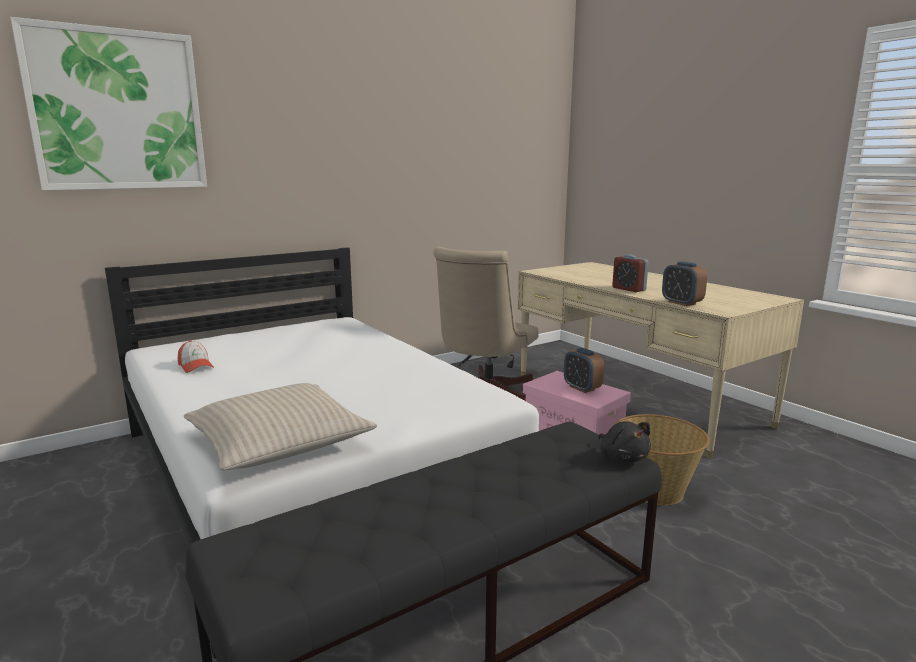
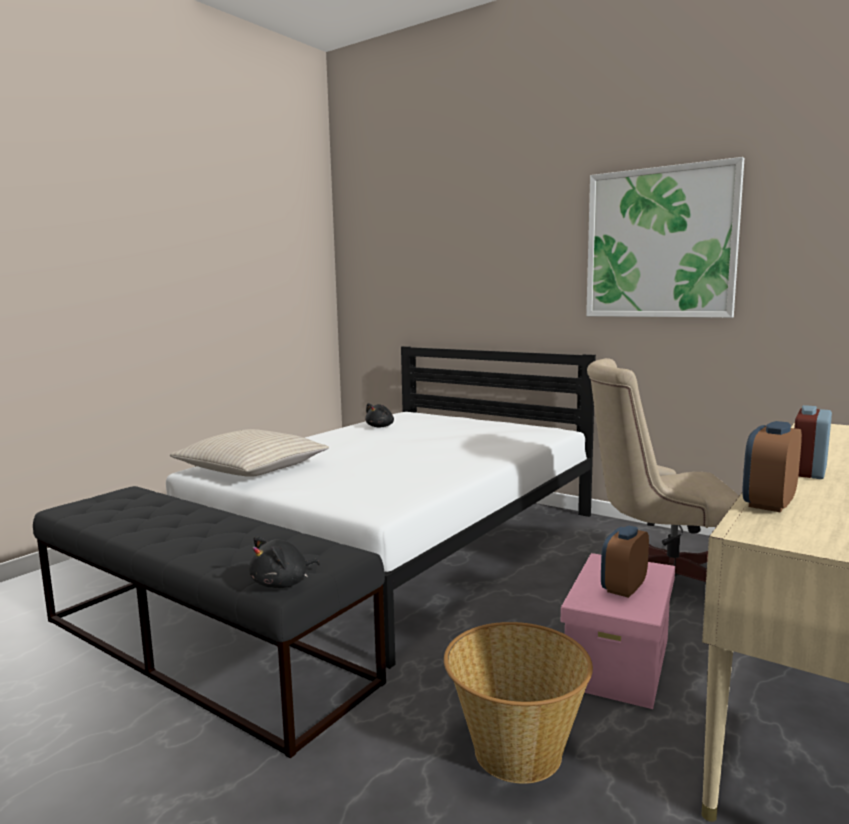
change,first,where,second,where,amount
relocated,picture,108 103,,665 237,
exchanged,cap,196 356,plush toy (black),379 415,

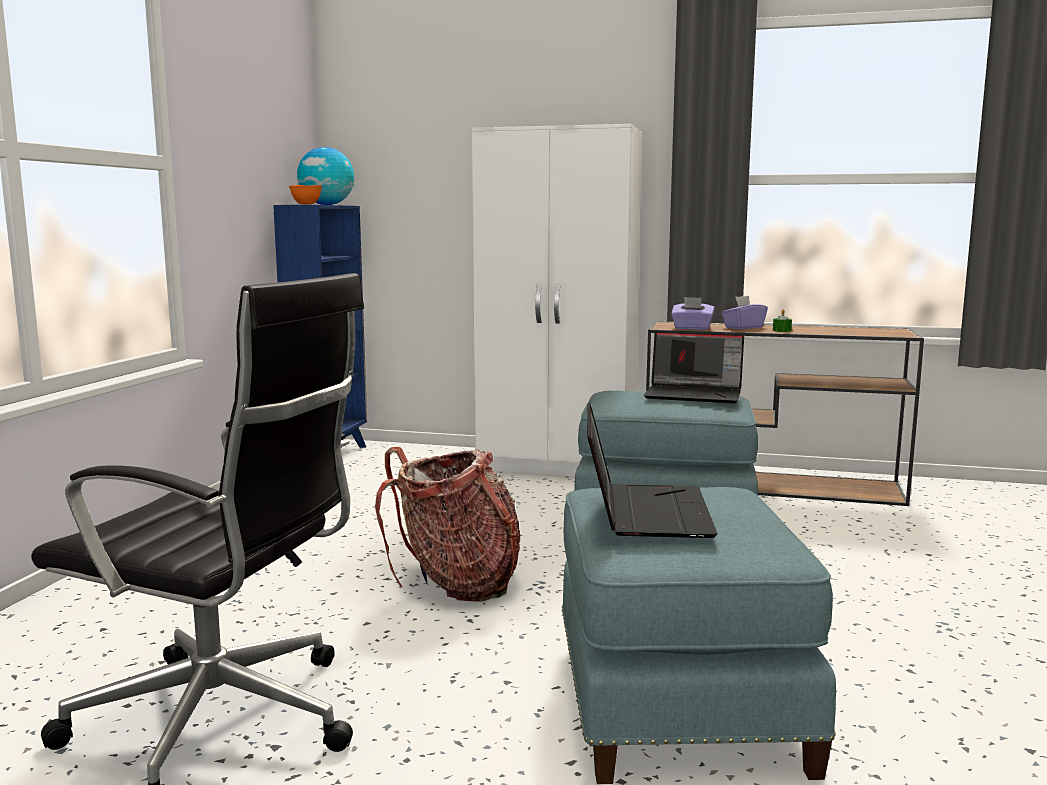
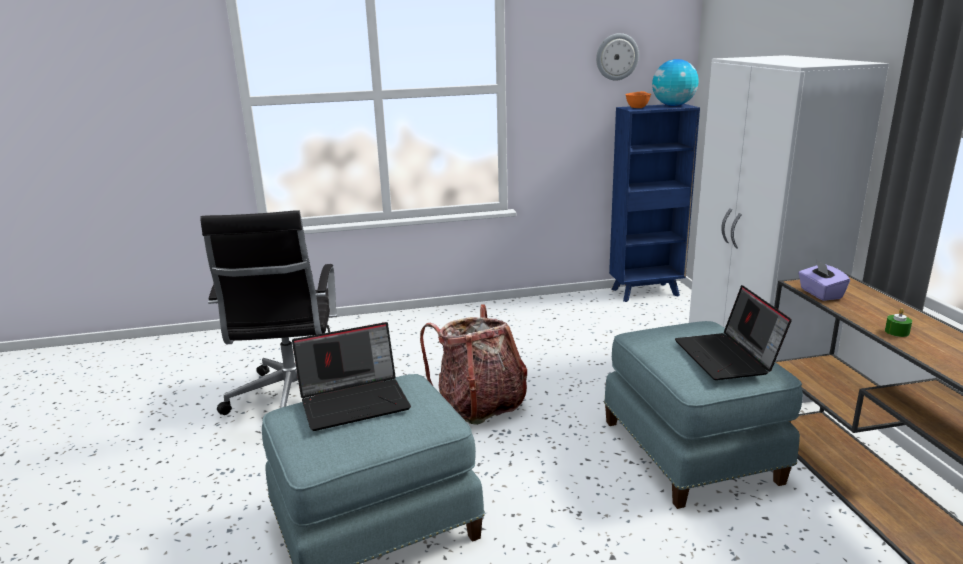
change,first,where,second,where,amount
missing,tissue box (purple),744 312,,,
appeared,,,wall clock,617 57,

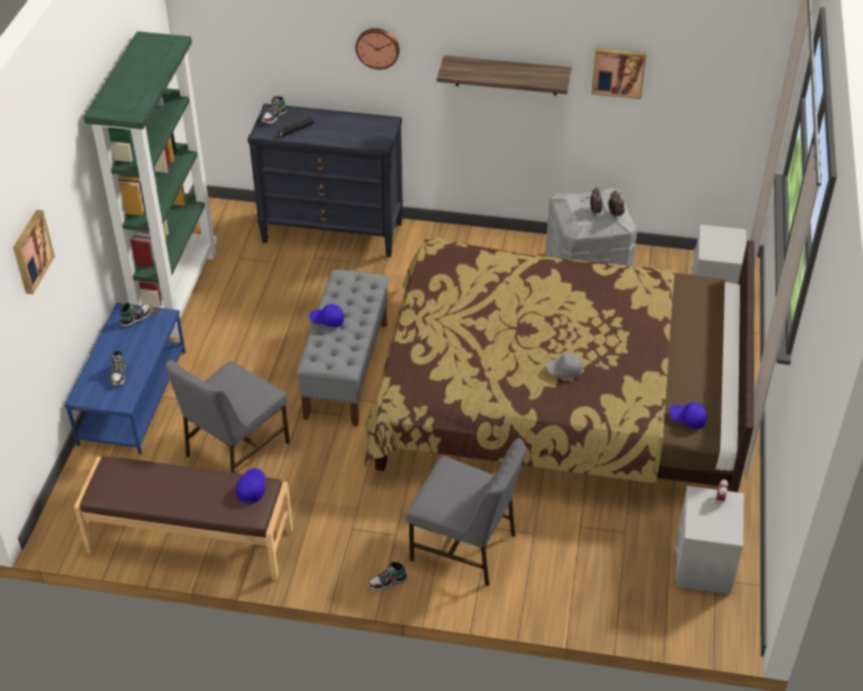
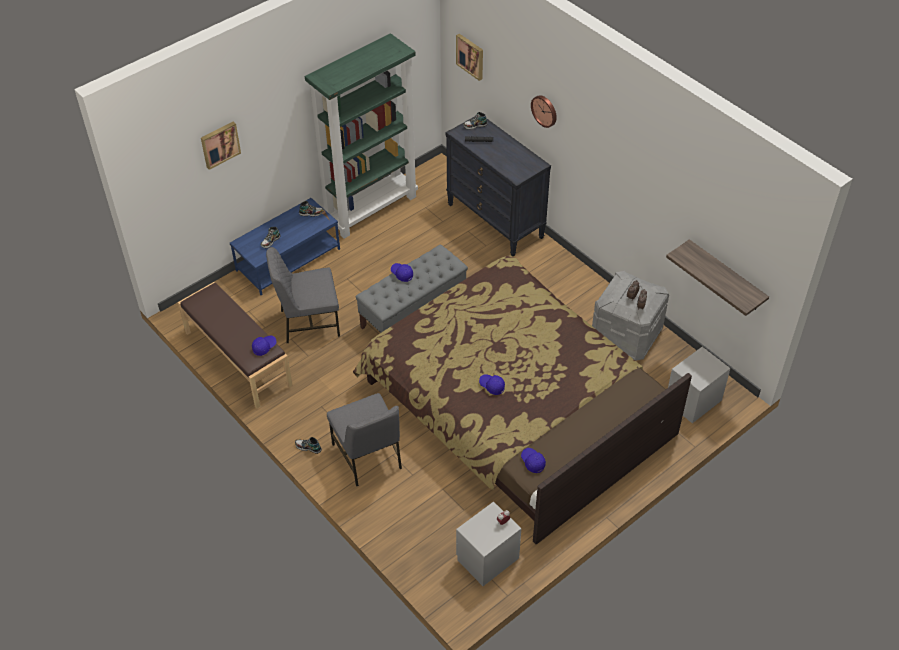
change,first,where,second,where,amount
relocated,picture,619 73,,469 57,
relocated,shelf,504 75,,717 277,
colour,cap (grey),564 365,cap (blue),492 385,

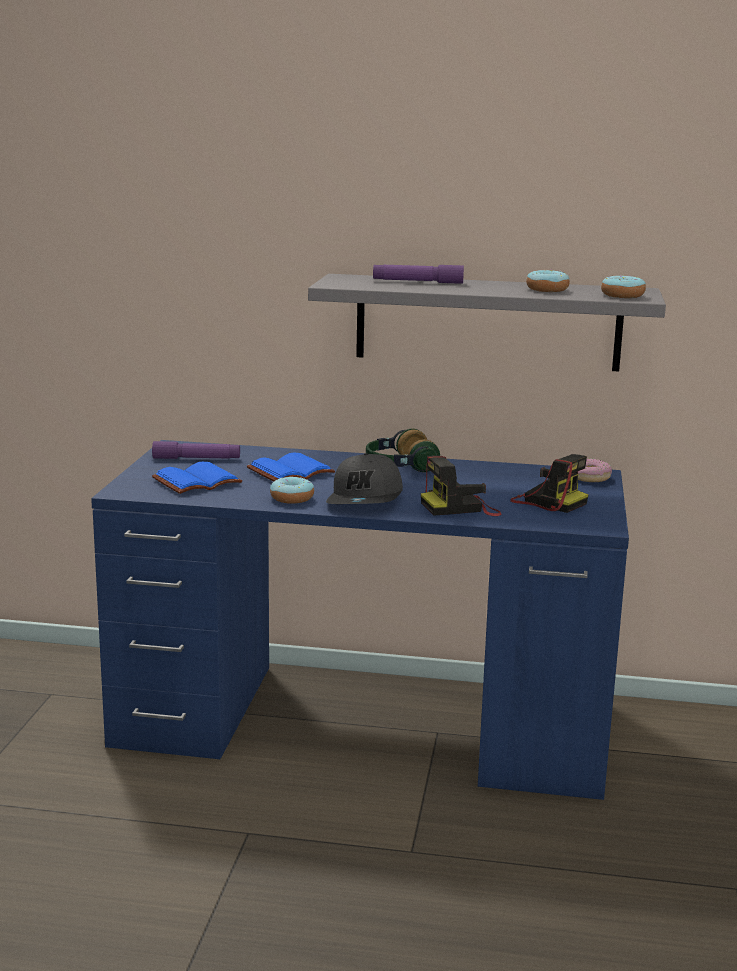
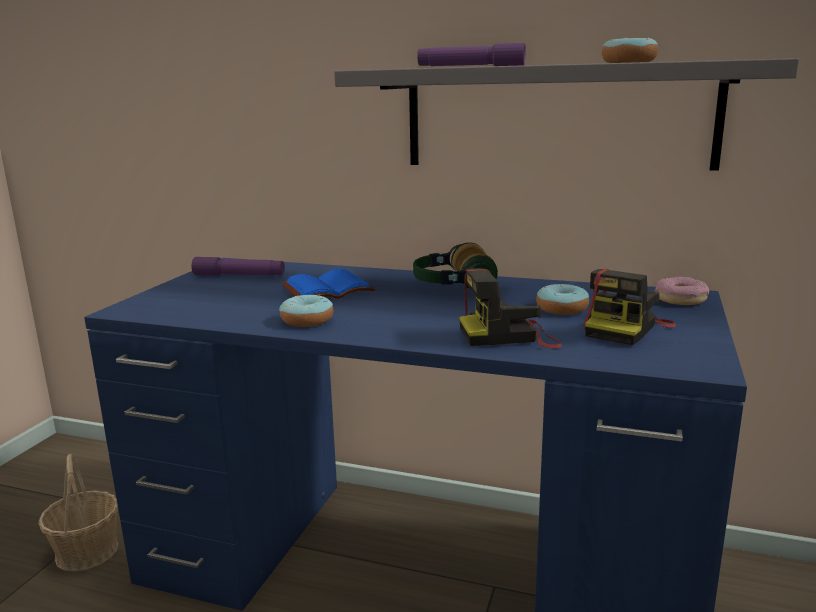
change,first,where,second,where,amount
relocated,donut,623 287,,562 299,
missing,cap (grey),364 478,,,
spun,photo camera,549 483,,629 307,75 degrees clockwise
missing,book (blue),197 478,,,
appeared,,,basket,78 512,

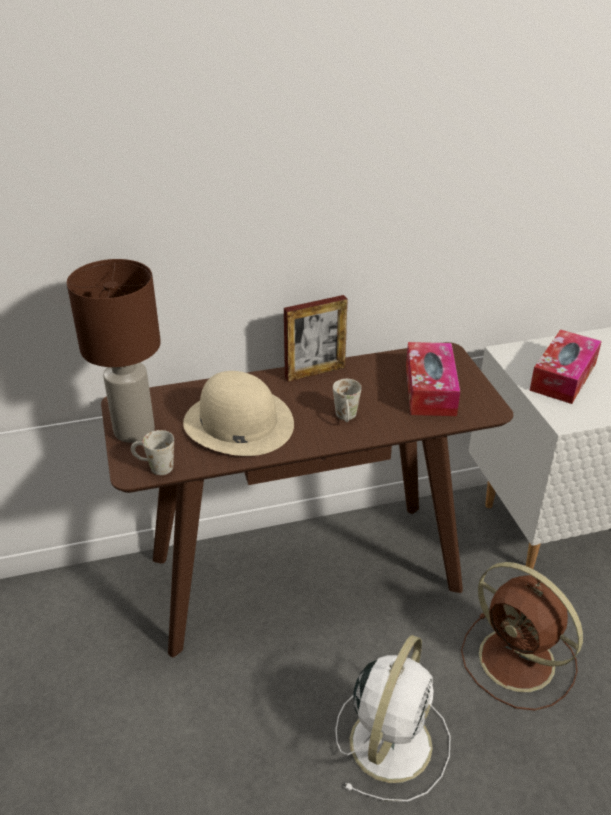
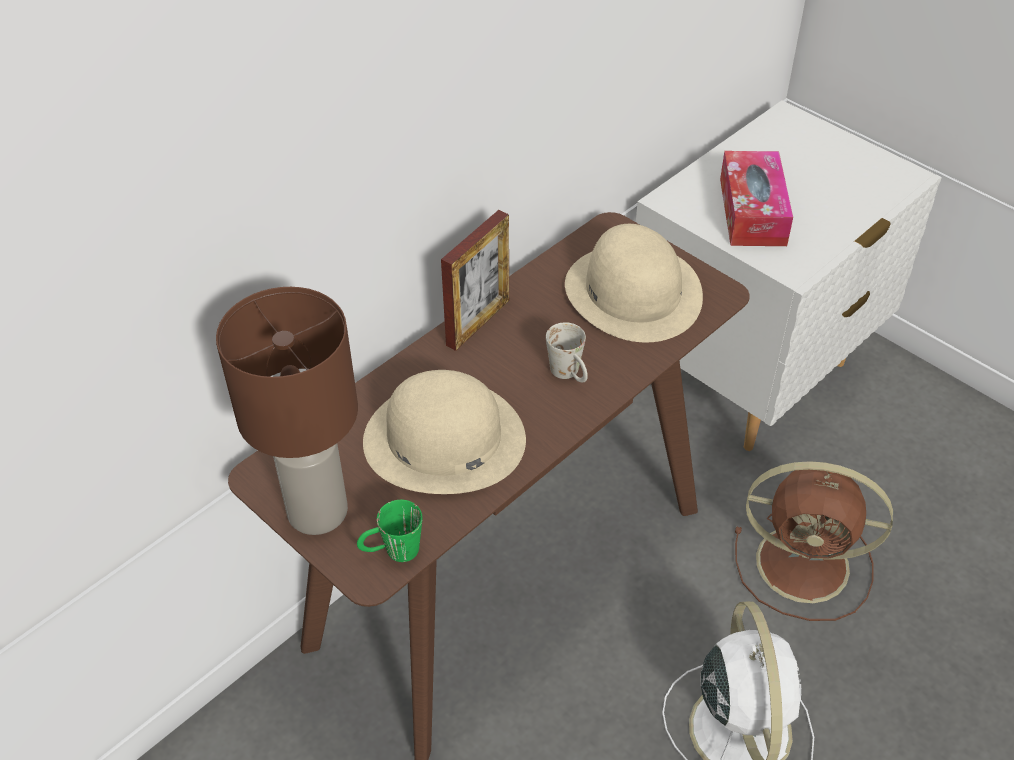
change,first,where,second,where,amount
exchanged,tissue box,433 379,hat (beige),634 283,
colour,mug (white),152 452,mug (green),389 531,

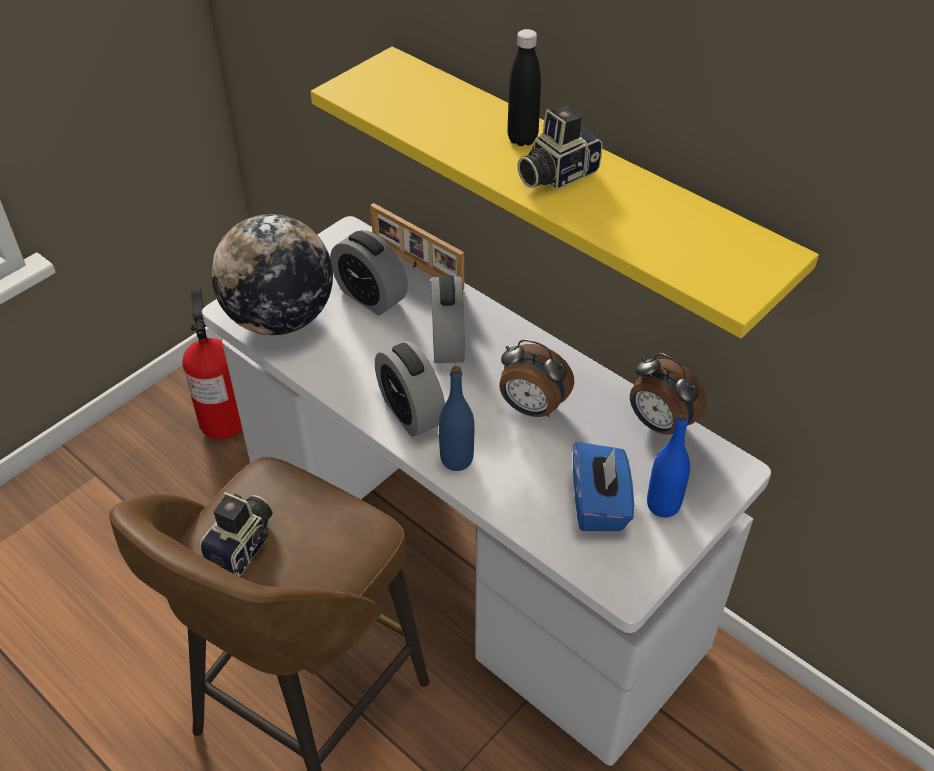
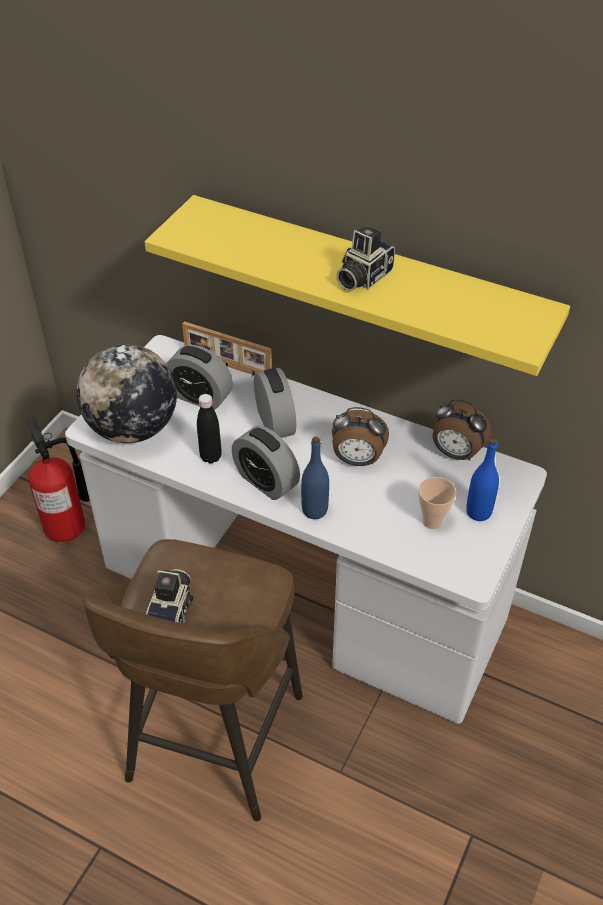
change,first,where,second,where,amount
relocated,bottle (black),524 87,,209 429,
exchanged,tissue box (blue),603 486,cup,437 503,

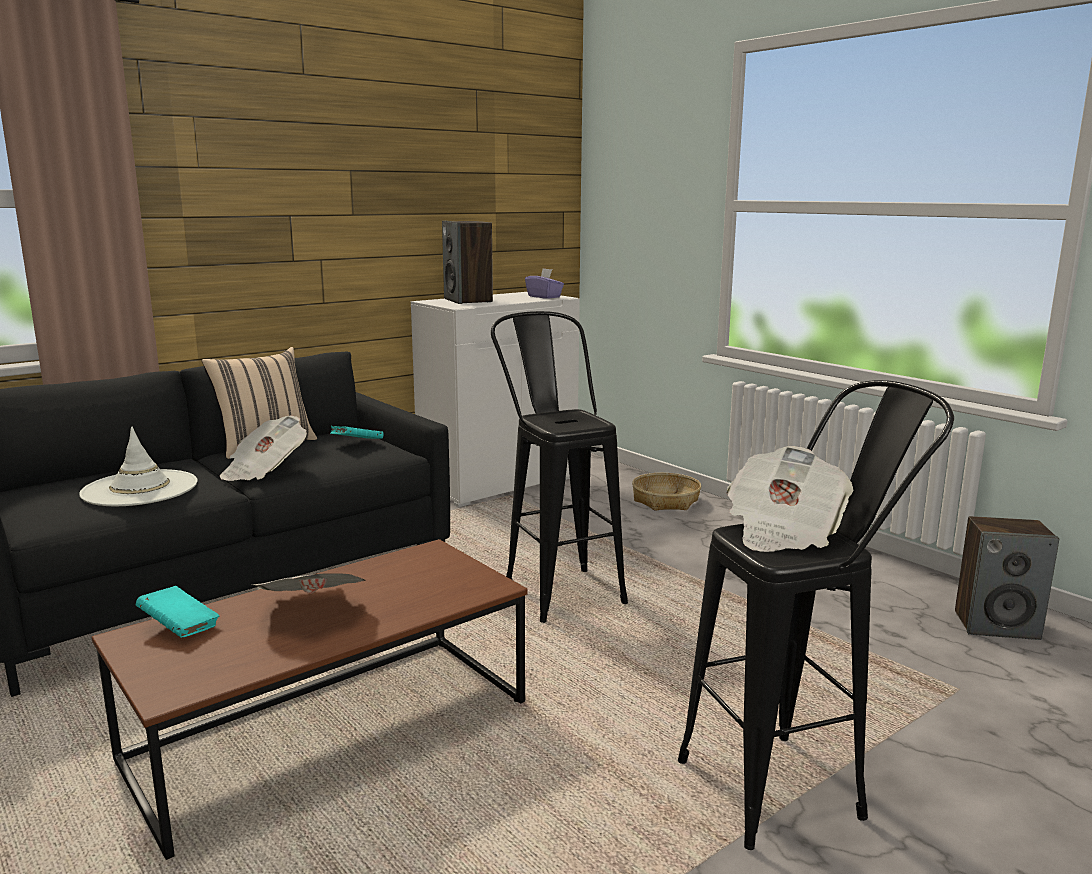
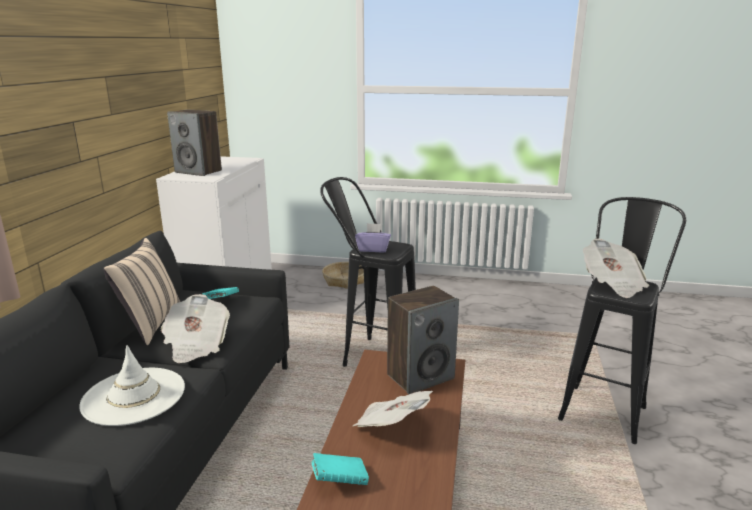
change,first,where,second,where,amount
relocated,tissue box (purple),544 283,,373 237,
relocated,speaker,1007 578,,423 340,

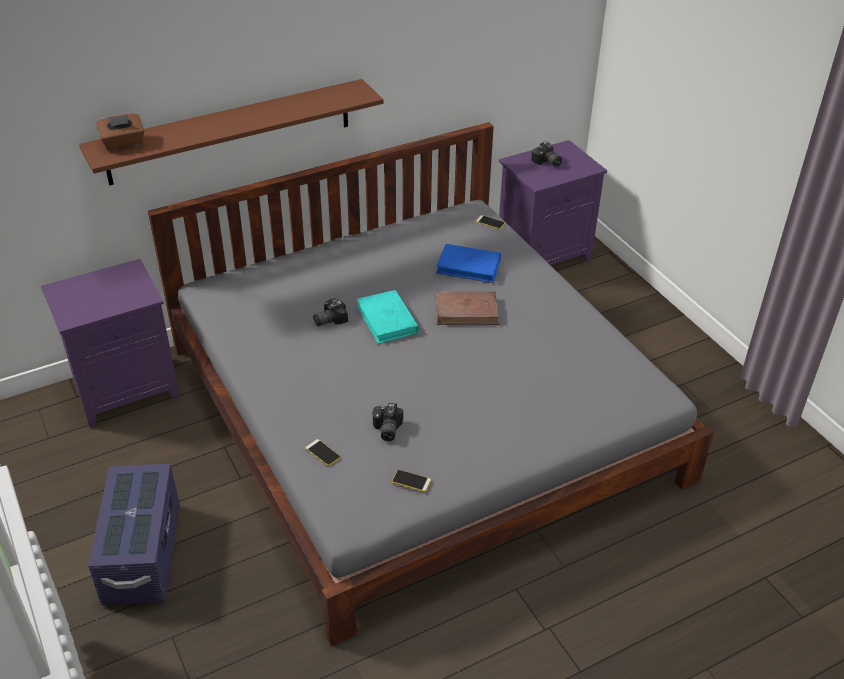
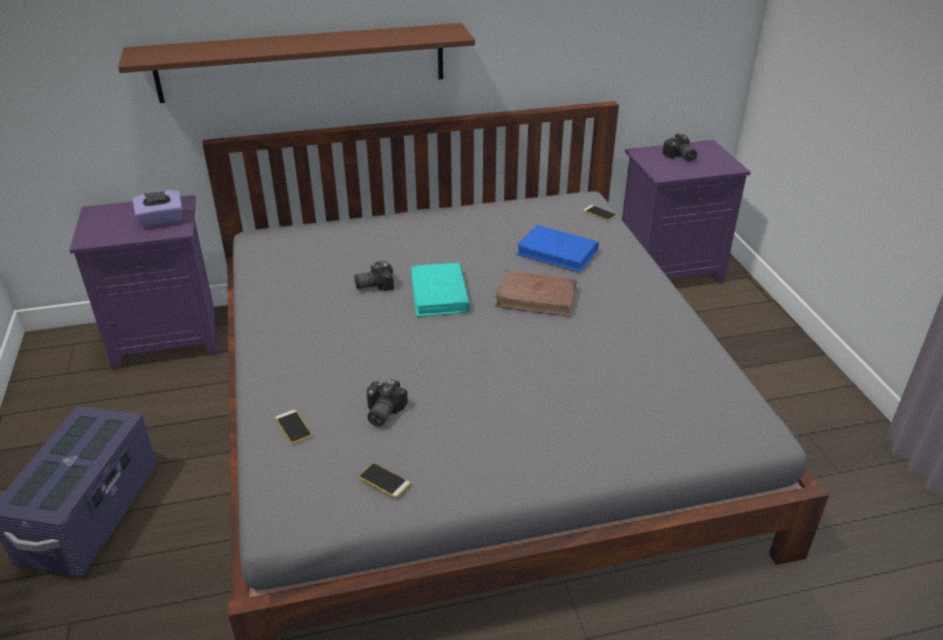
change,first,where,second,where,amount
missing,tissue box (brown),119 132,,,
appeared,,,tissue box (purple),157 209,

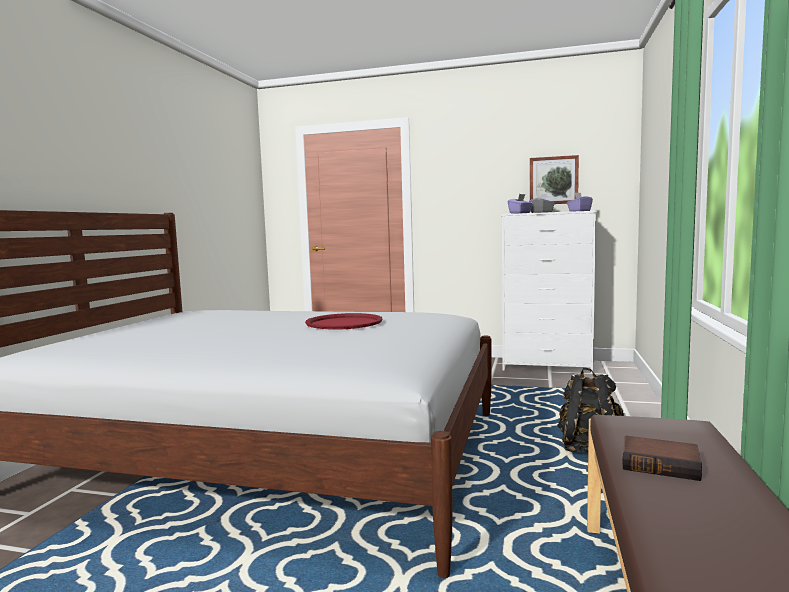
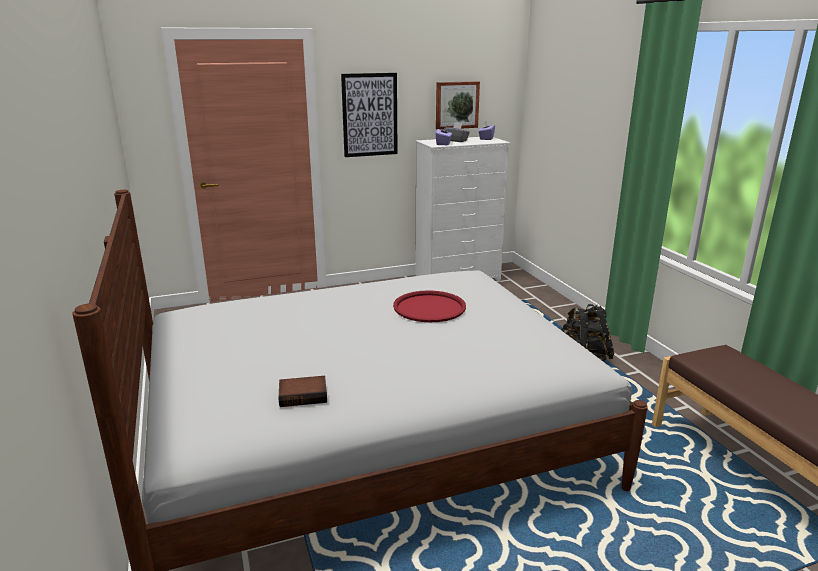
change,first,where,second,where,amount
relocated,book,662 458,,303 391,
appeared,,,picture,369 115,

